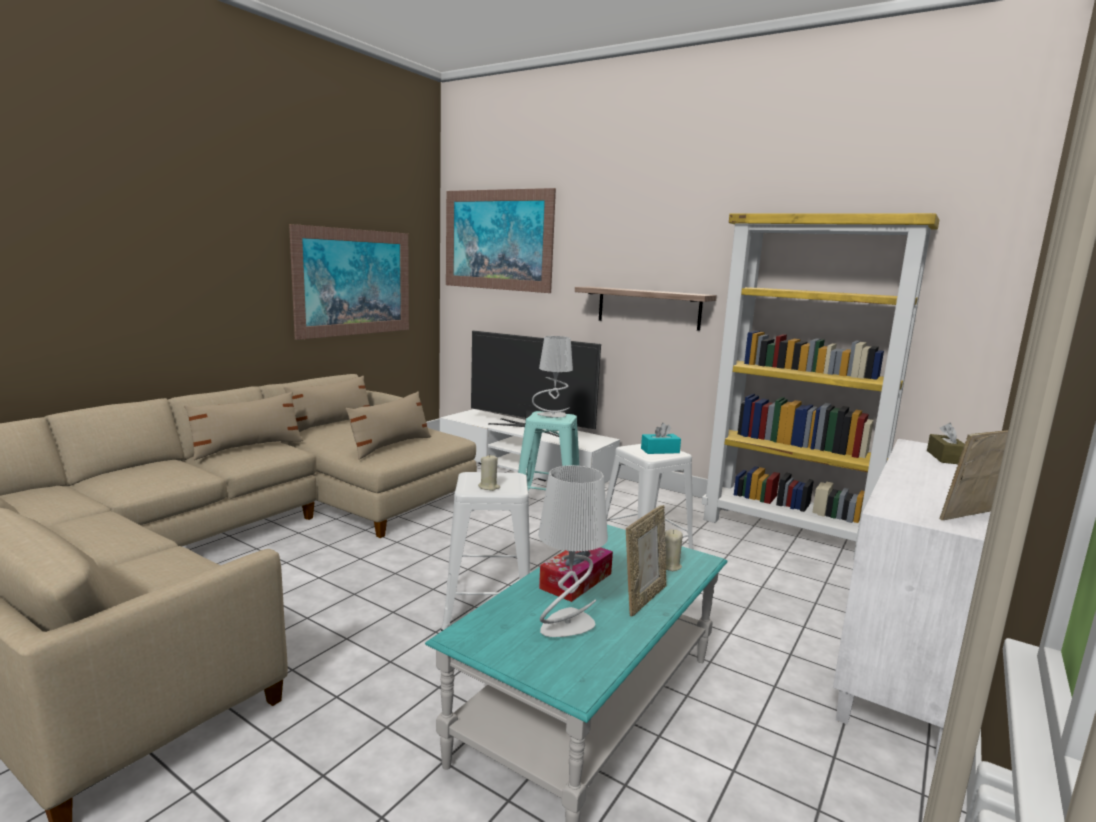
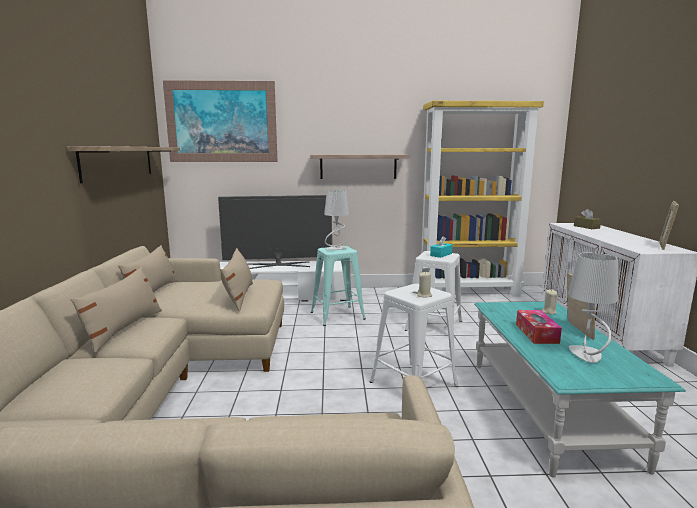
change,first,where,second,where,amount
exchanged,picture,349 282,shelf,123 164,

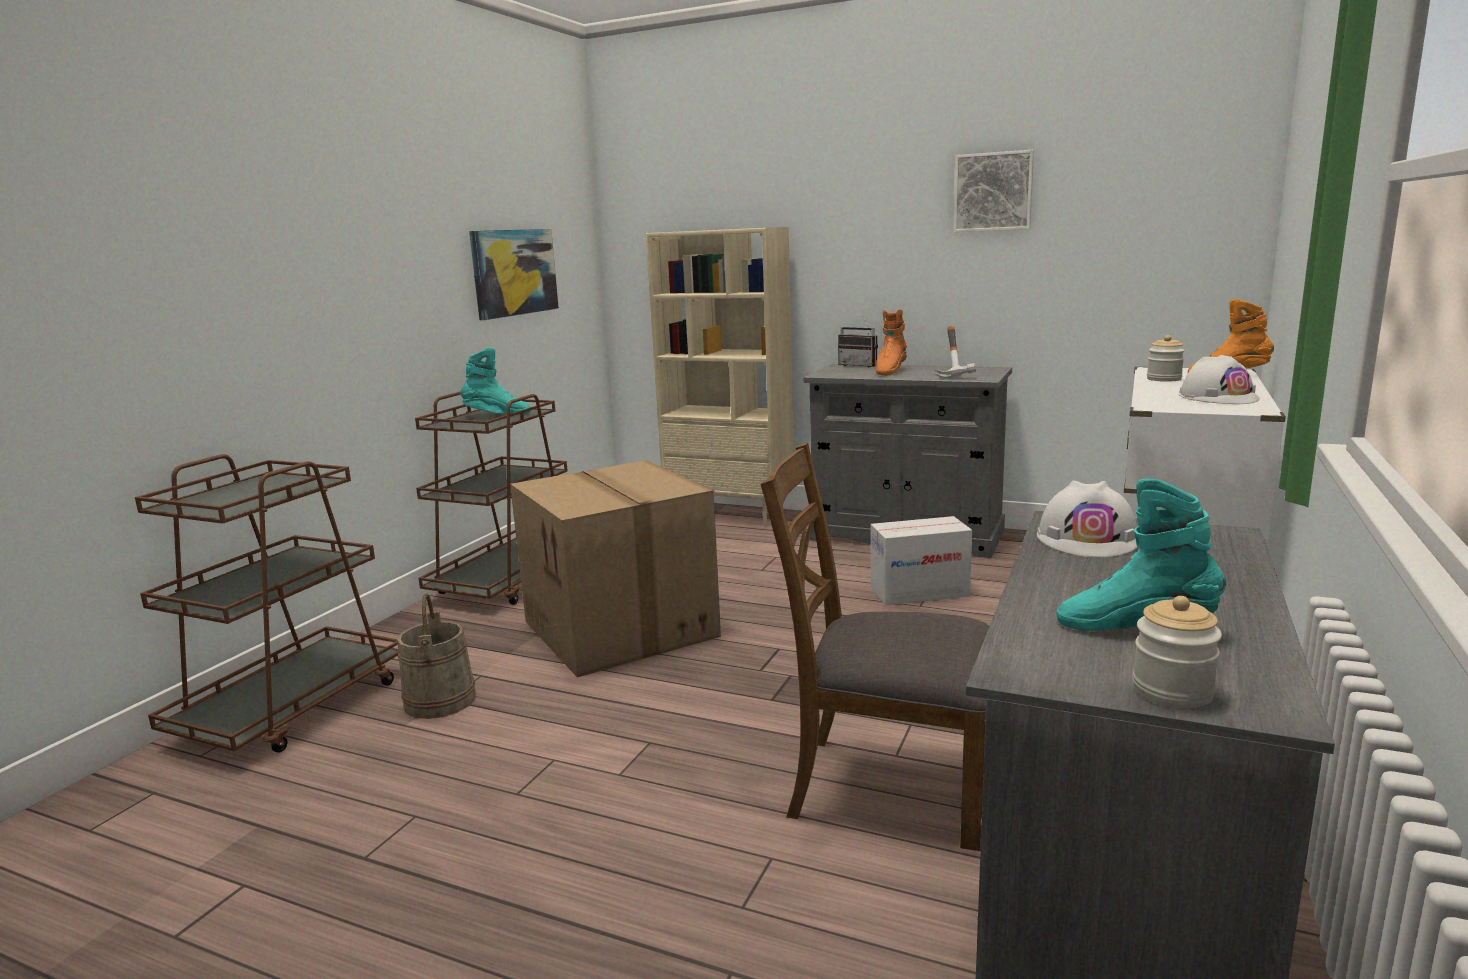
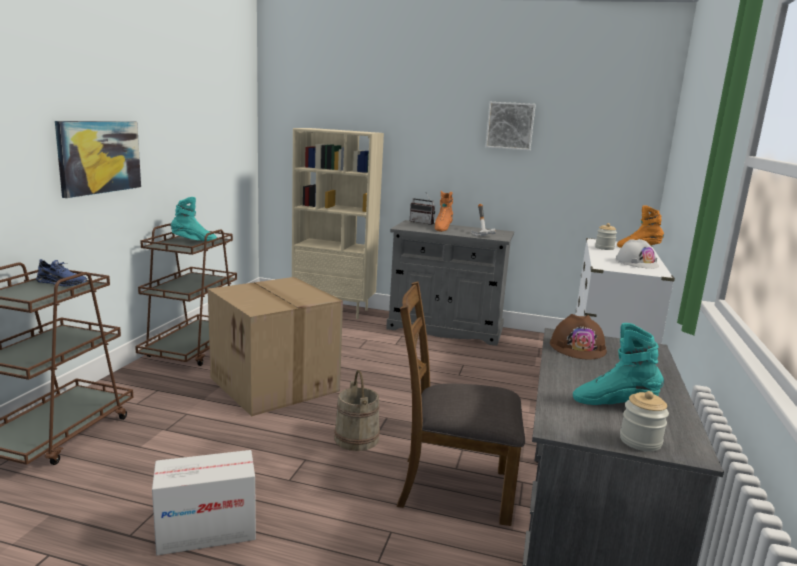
change,first,where,second,where,amount
relocated,picture,514 274,,98 159,
colour,hard hat (white),1087 519,hard hat (brown),578 337,
relocated,cardboard box,921 560,,204 502,
relocated,bucket (beige),436 656,,357 410,
appeared,,,shoe (blue),61 272,

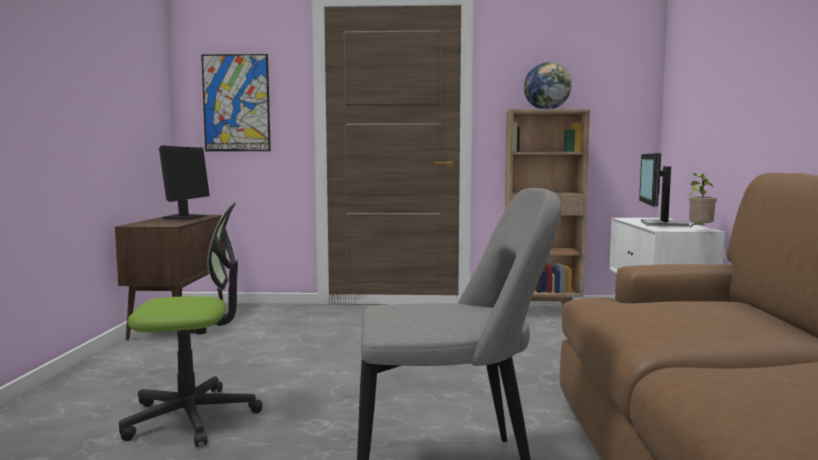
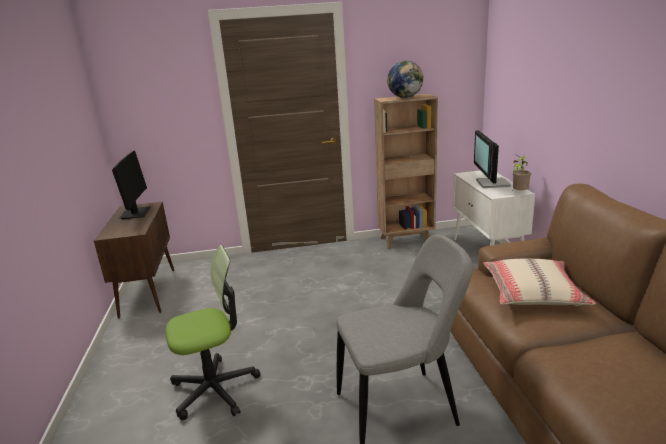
change,first,where,second,where,amount
missing,picture,236 102,,,
appeared,,,pillow (beige),539 282,

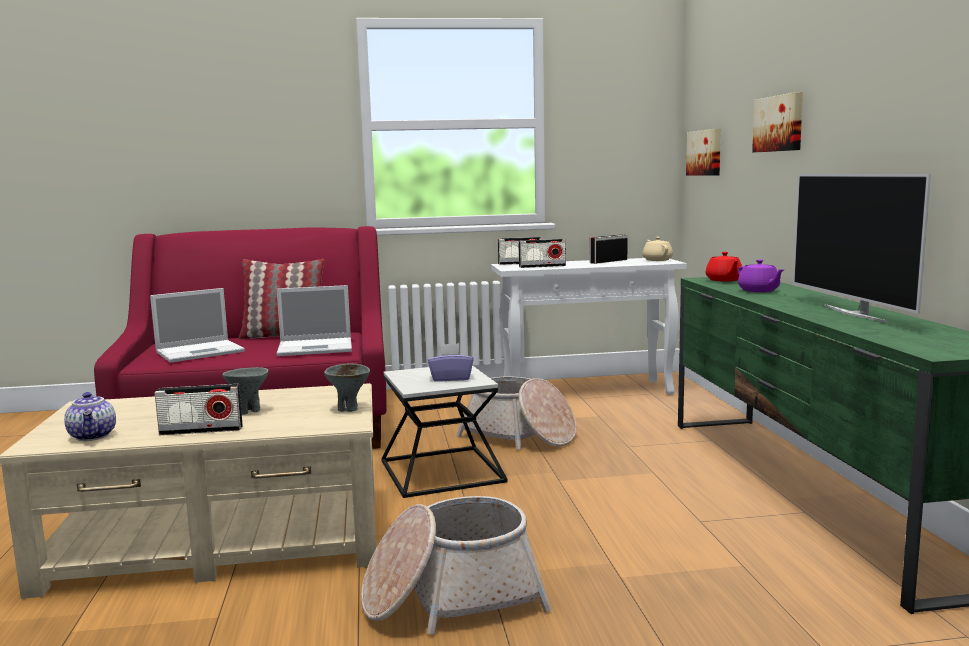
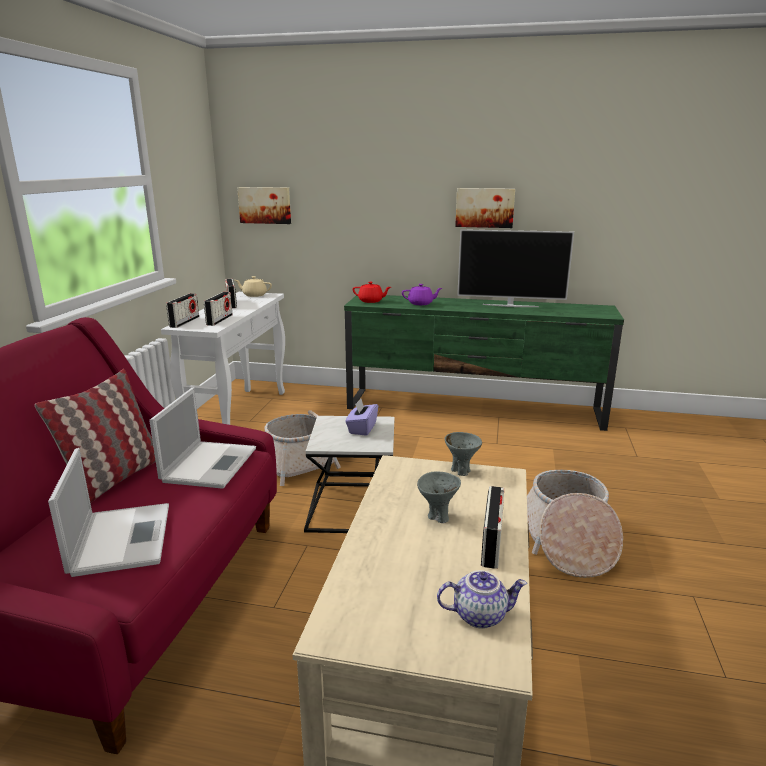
change,first,where,second,where,amount
relocated,picture,777 122,,485 208,

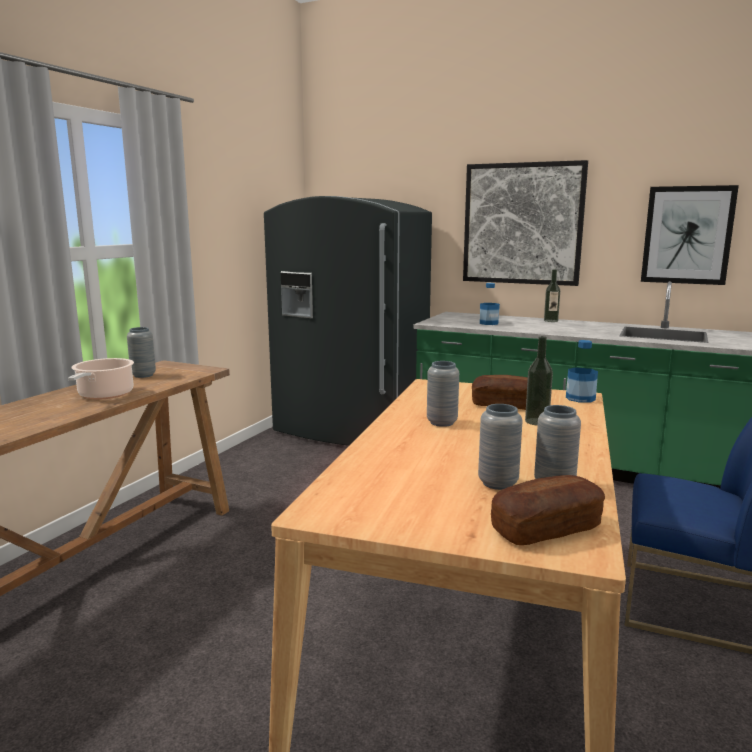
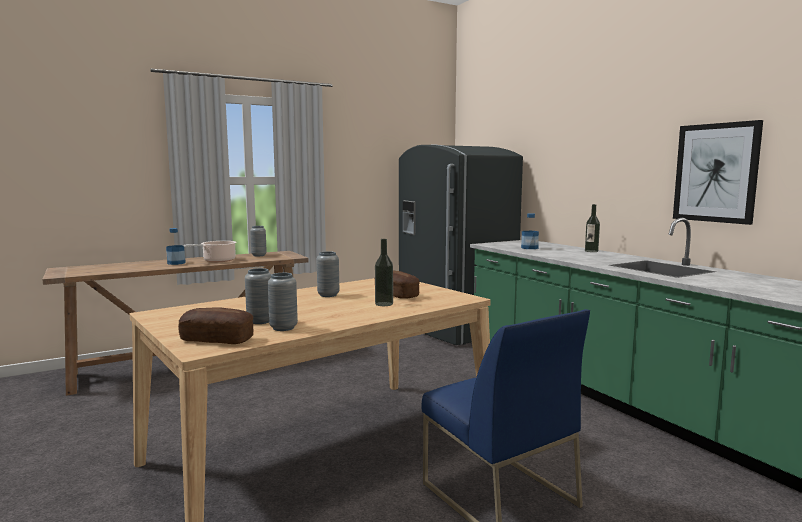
change,first,where,second,where,amount
missing,picture,525 223,,,
relocated,bottle,582 371,,176 246,

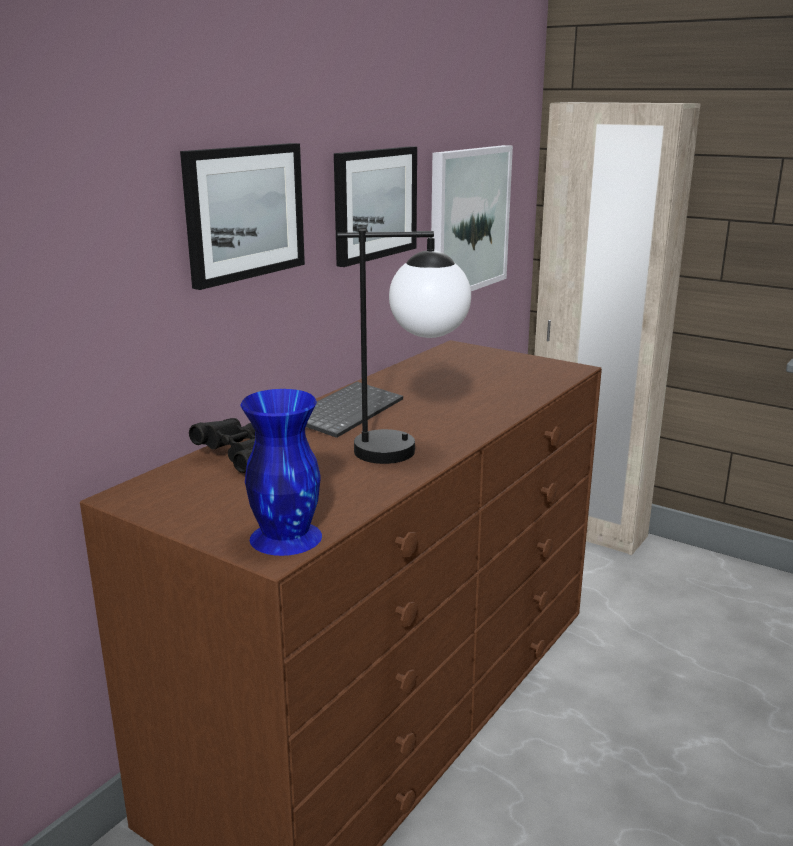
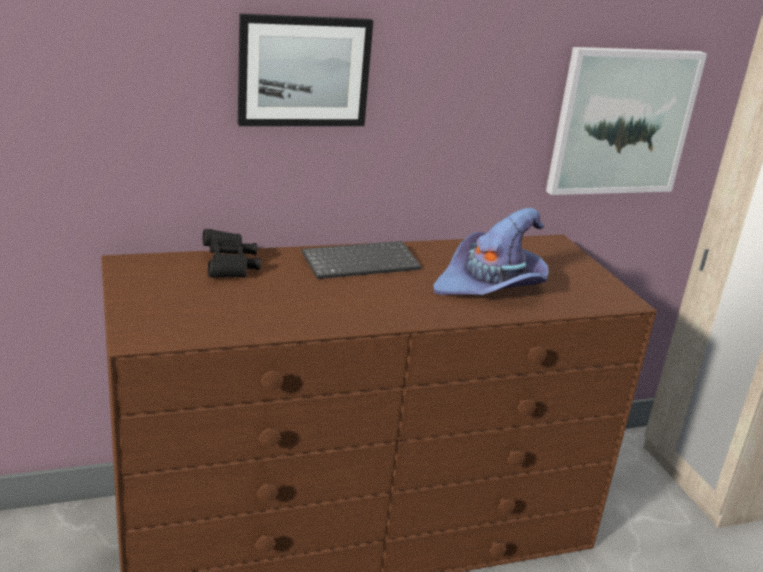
change,first,where,second,where,amount
missing,picture,375 206,,,
missing,table lamp,404 346,,,
missing,vase (blue),281 472,,,
appeared,,,hat (purple),491 251,

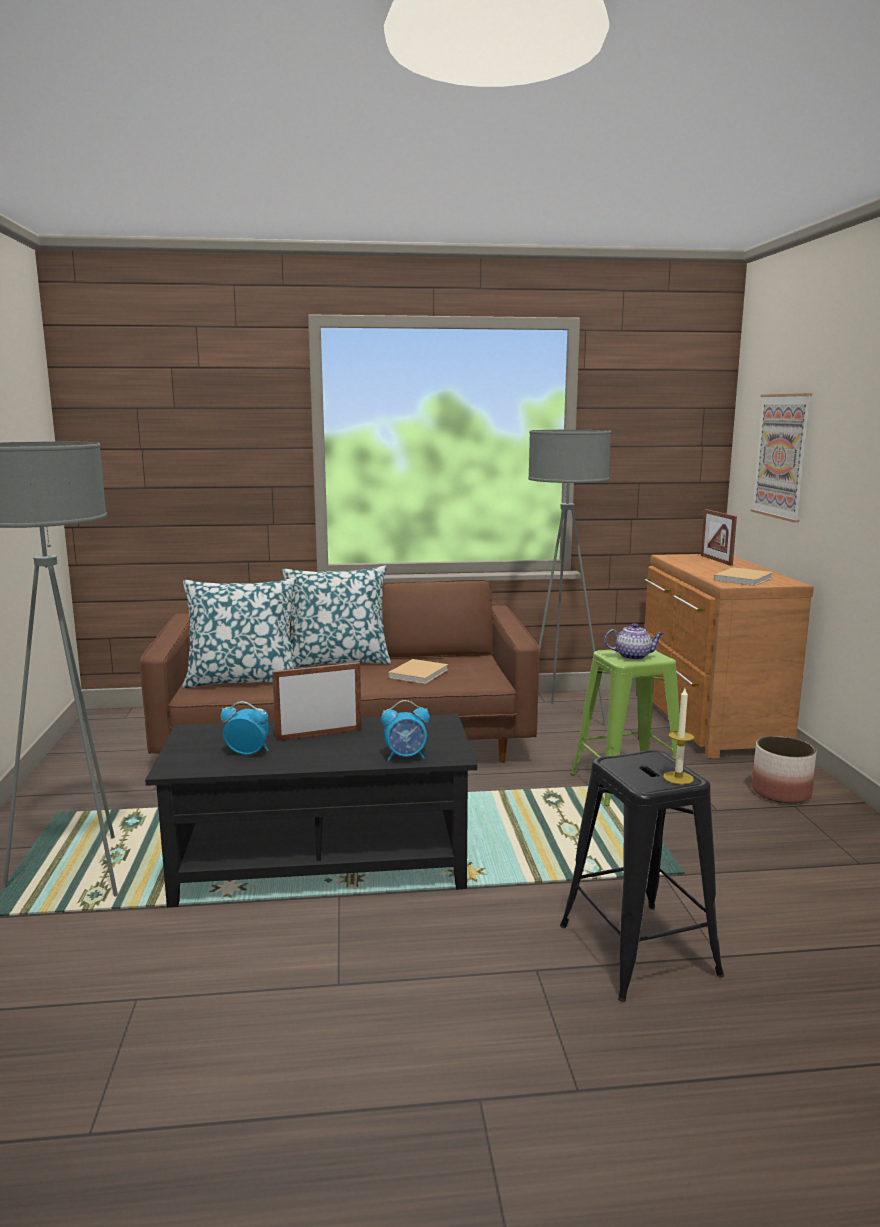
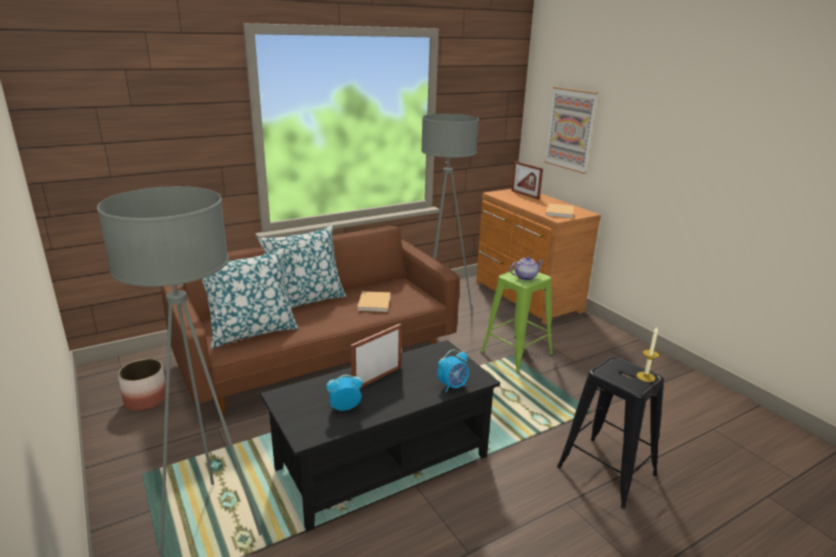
change,first,where,second,where,amount
relocated,planter,784 769,,142 385,

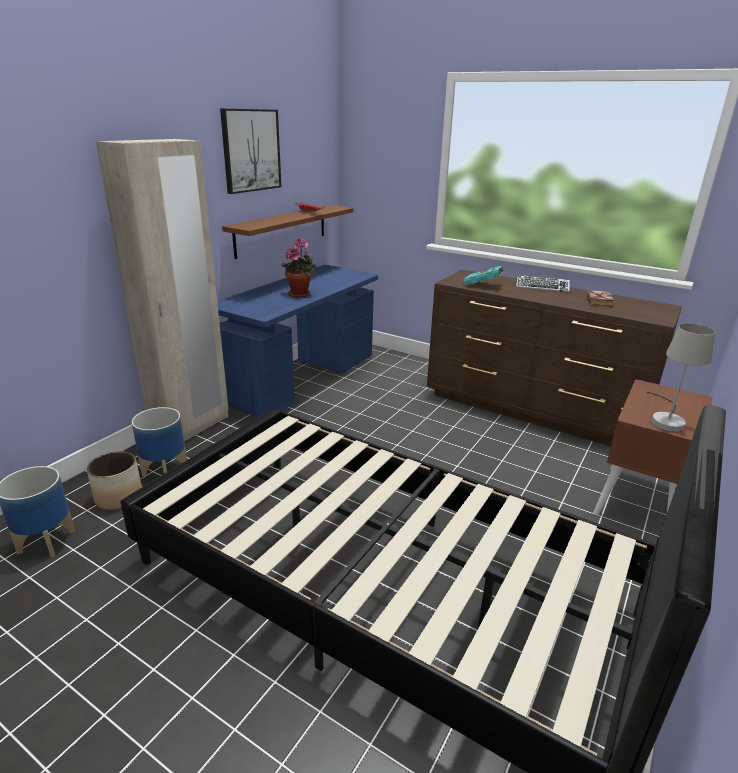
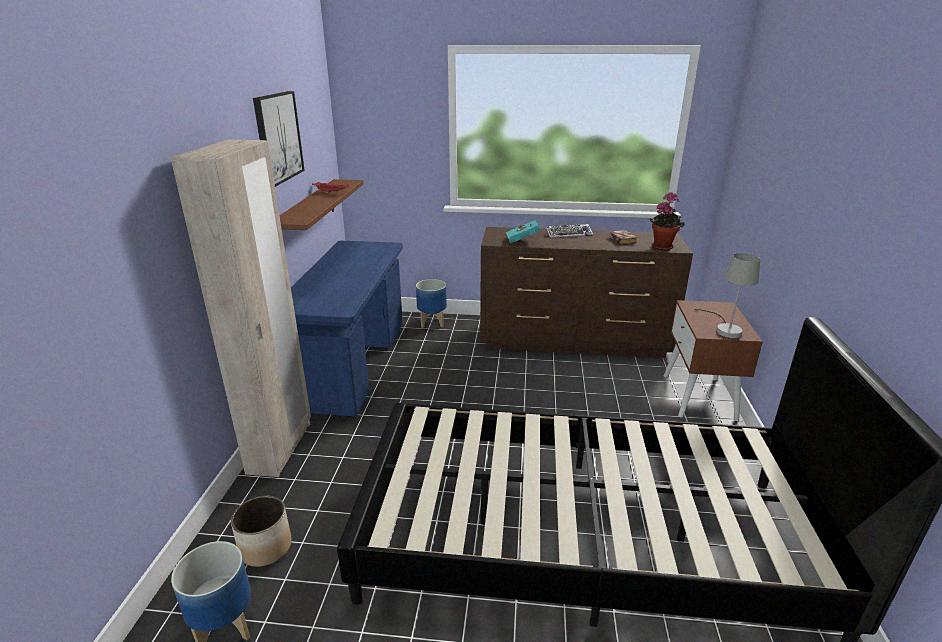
change,first,where,second,where,amount
relocated,potted plant,298 268,,667 221,
relocated,planter,159 442,,431 303,

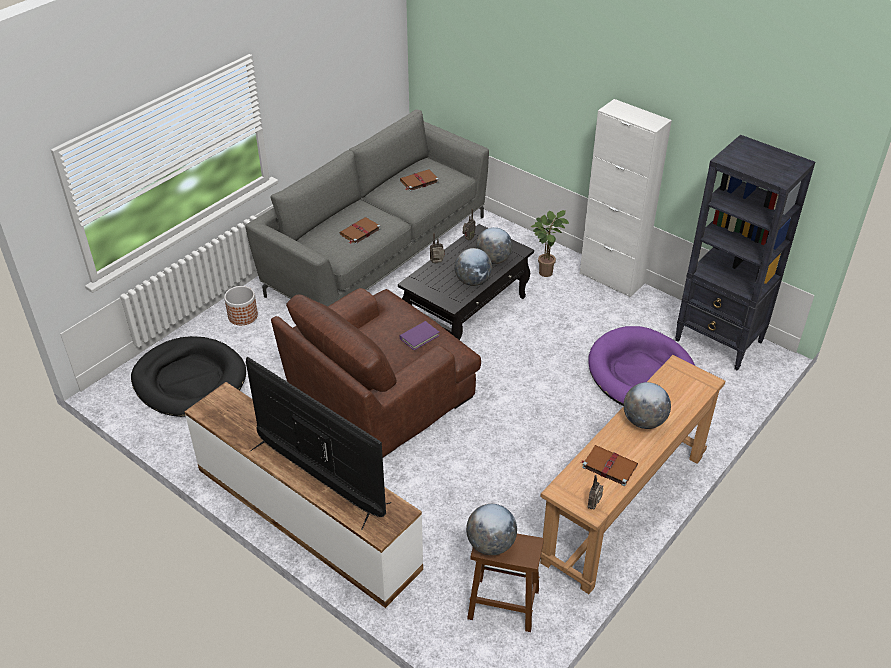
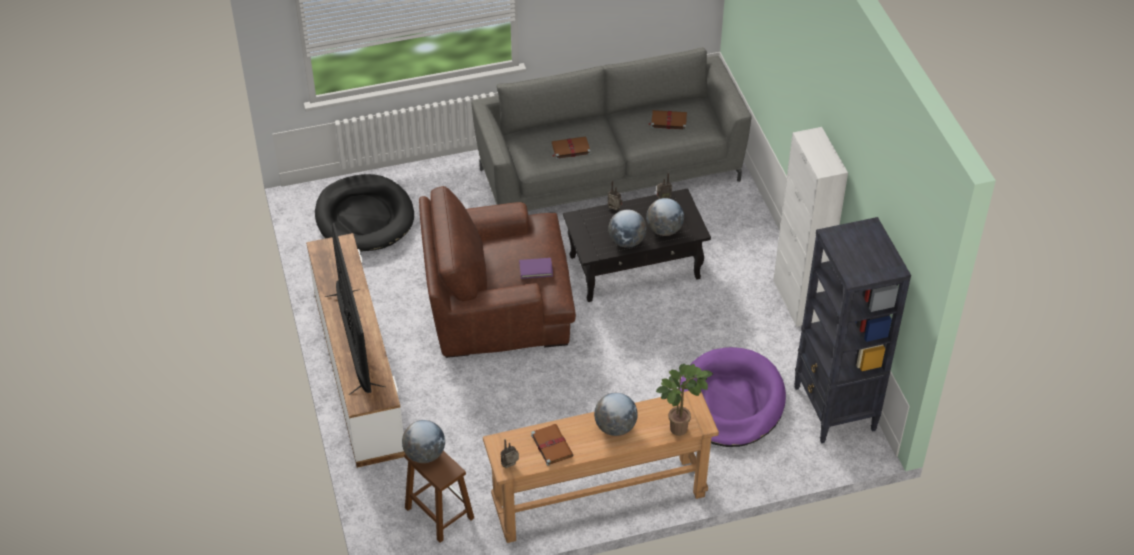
change,first,where,second,where,amount
relocated,potted plant,550 243,,684 400,
missing,planter,241 305,,,

